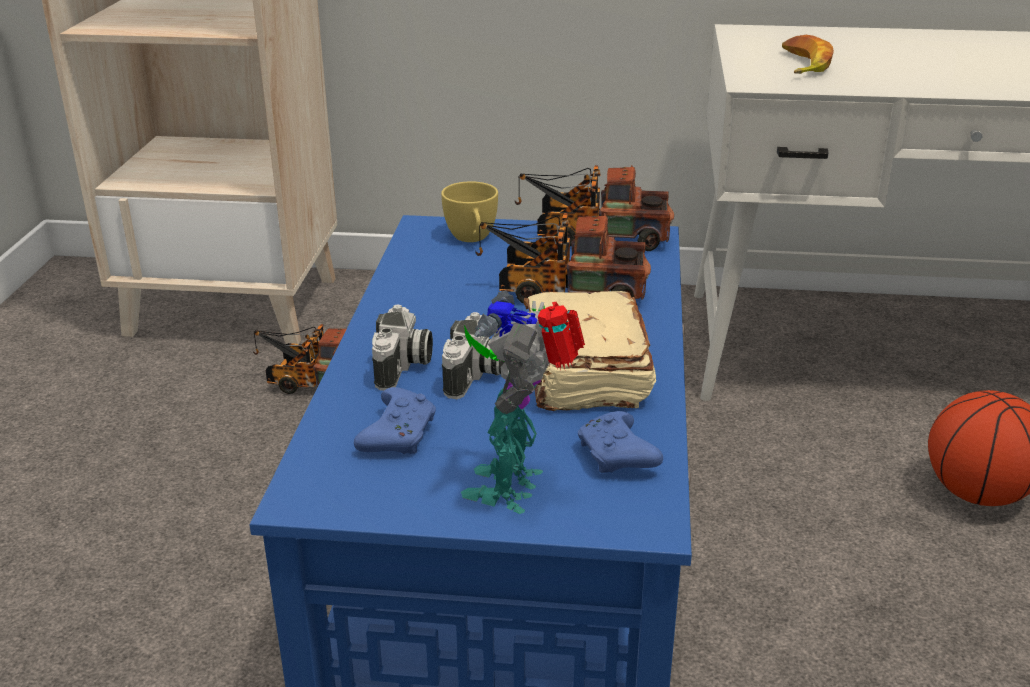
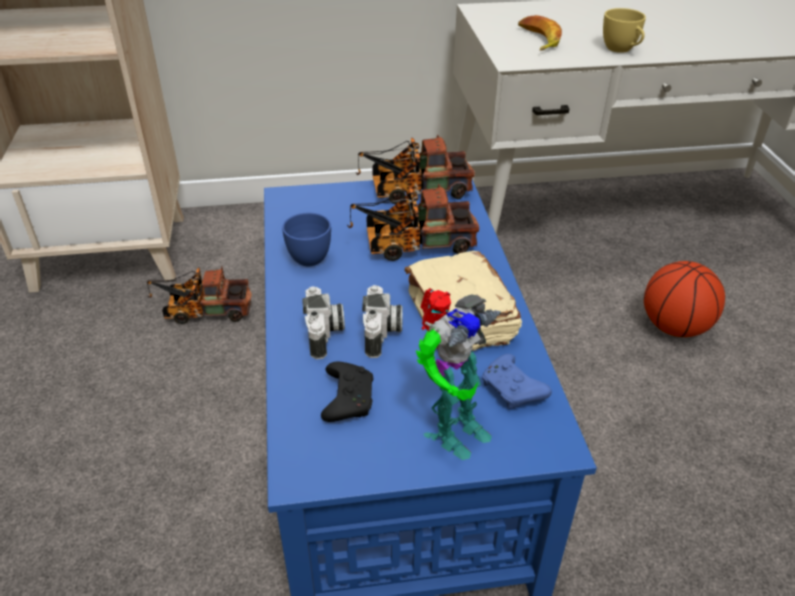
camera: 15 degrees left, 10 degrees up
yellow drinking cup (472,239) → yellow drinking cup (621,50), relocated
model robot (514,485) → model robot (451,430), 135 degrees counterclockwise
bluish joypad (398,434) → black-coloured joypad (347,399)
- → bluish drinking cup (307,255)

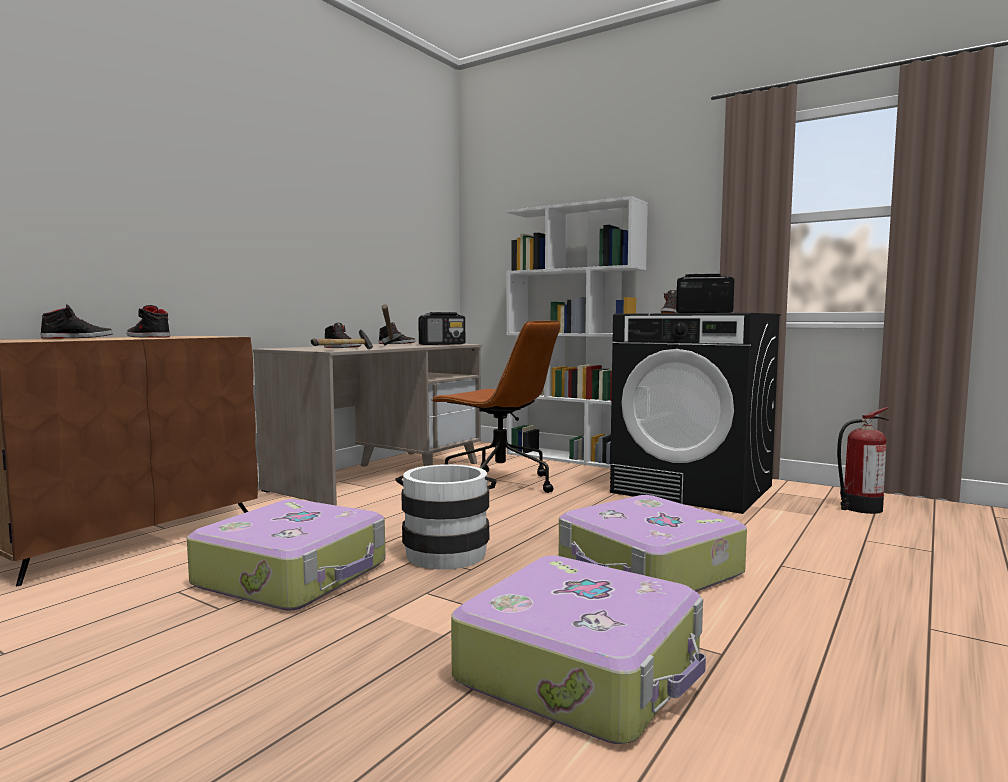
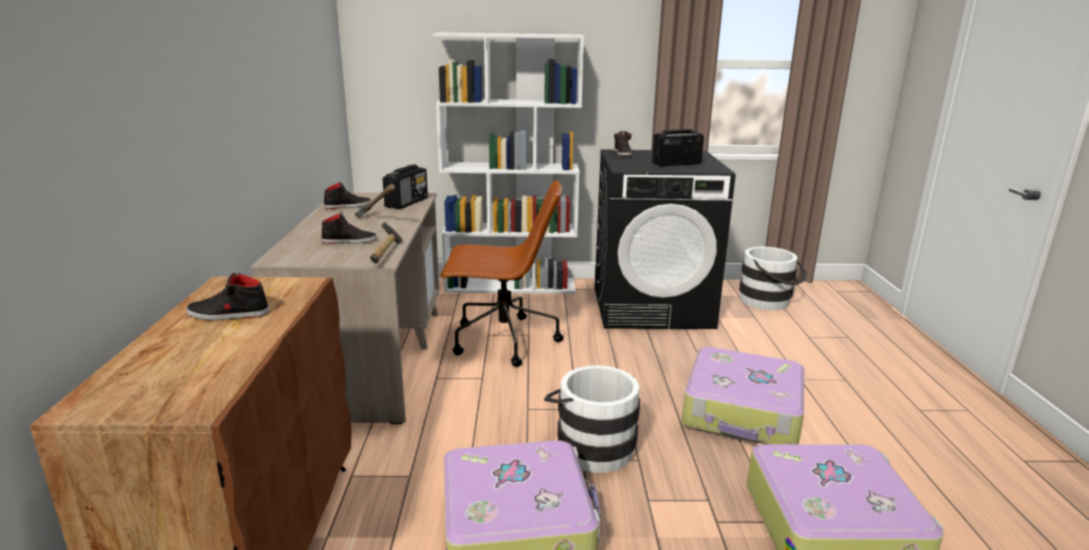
camera: 35 degrees left, 15 degrees up
black-coloured shoe (77,338) → -
fire-fighting cylinder (860,508) → whitish water bucket (769,302)

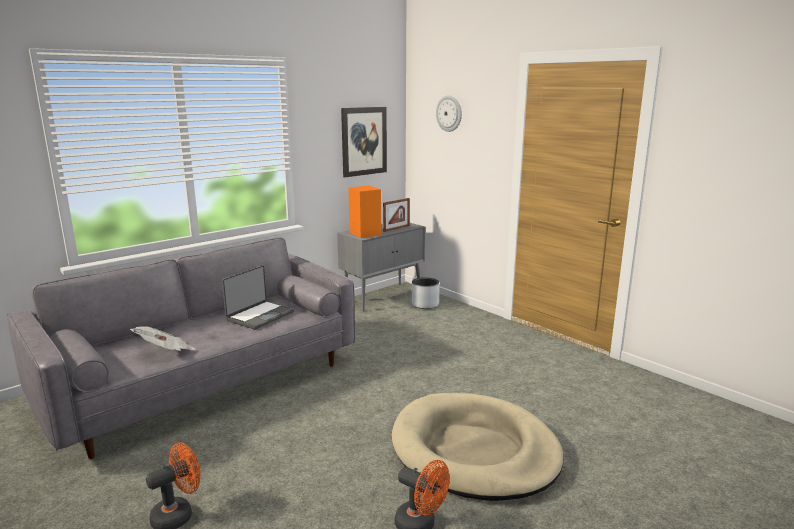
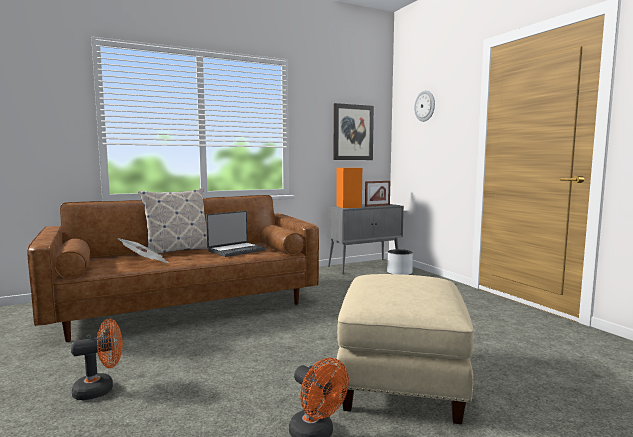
camera: 15 degrees right, 10 degrees down
gray settee (203,383) → brown-coloured settee (186,305)
beige dog cushion (474,450) → beige ottoman (402,380)
- → cushion (177,251)

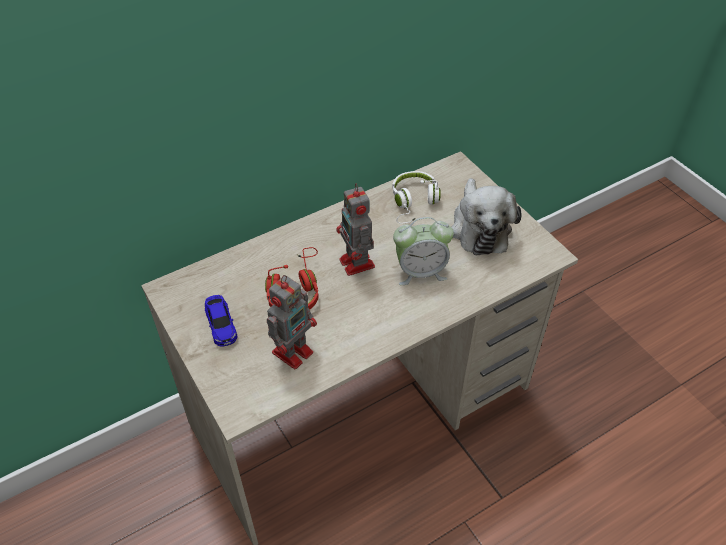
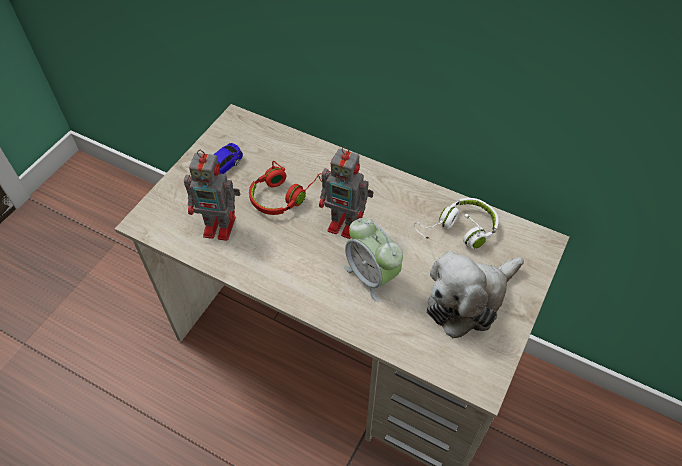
camera: 60 degrees right, 5 degrees up
model robot (357,264) → model robot (346,224), 105 degrees counterclockwise

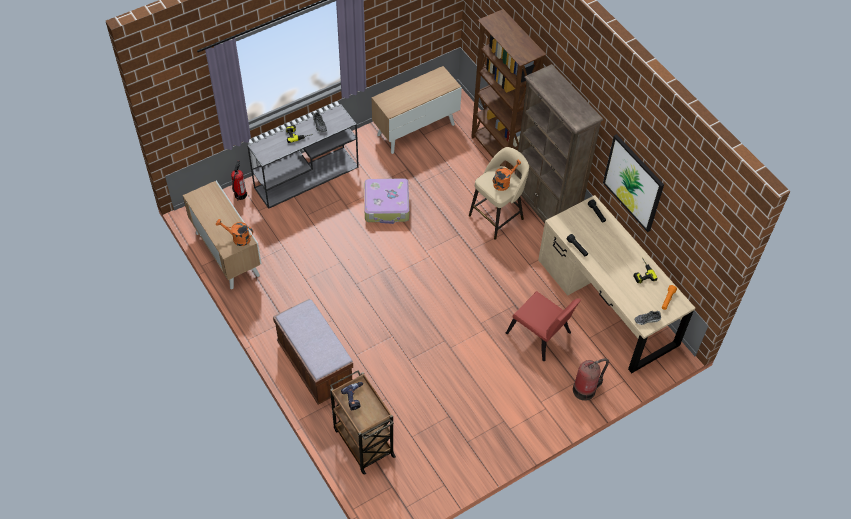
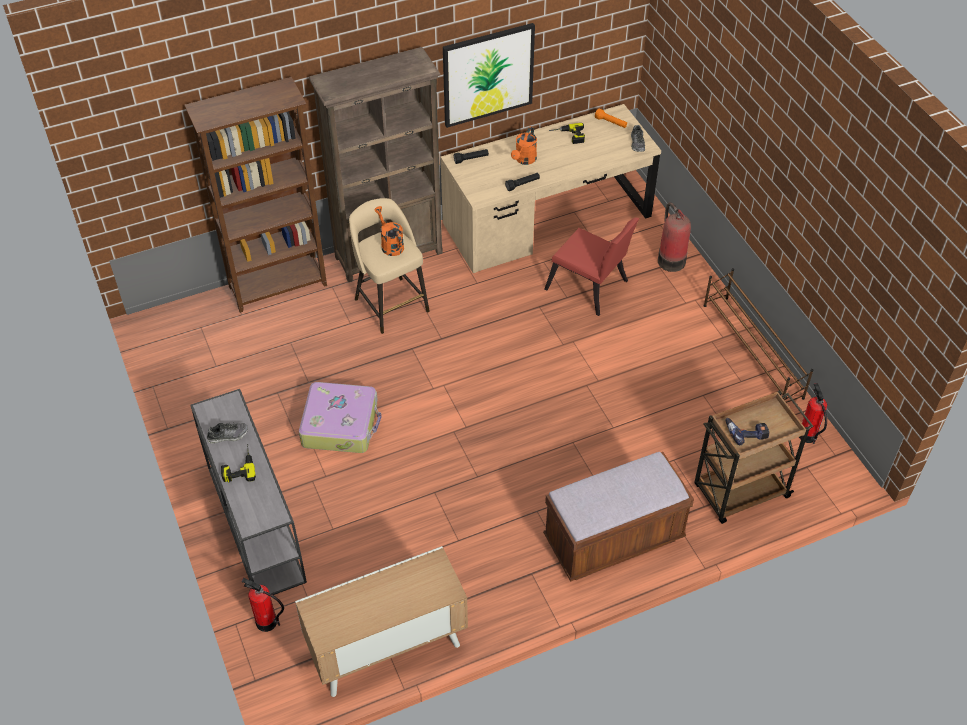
camera: 80 degrees left, 5 degrees down
cabinet (416,129) → -
orange watering pot (238,238) → orange watering pot (524,160), relocated
red-coloured plain chair (540,336) → red-coloured plain chair (590,288), 75 degrees clockwise
- → brown-coloured shoe shelf (752,351)
- → fire-fighting cylinder (807,435)

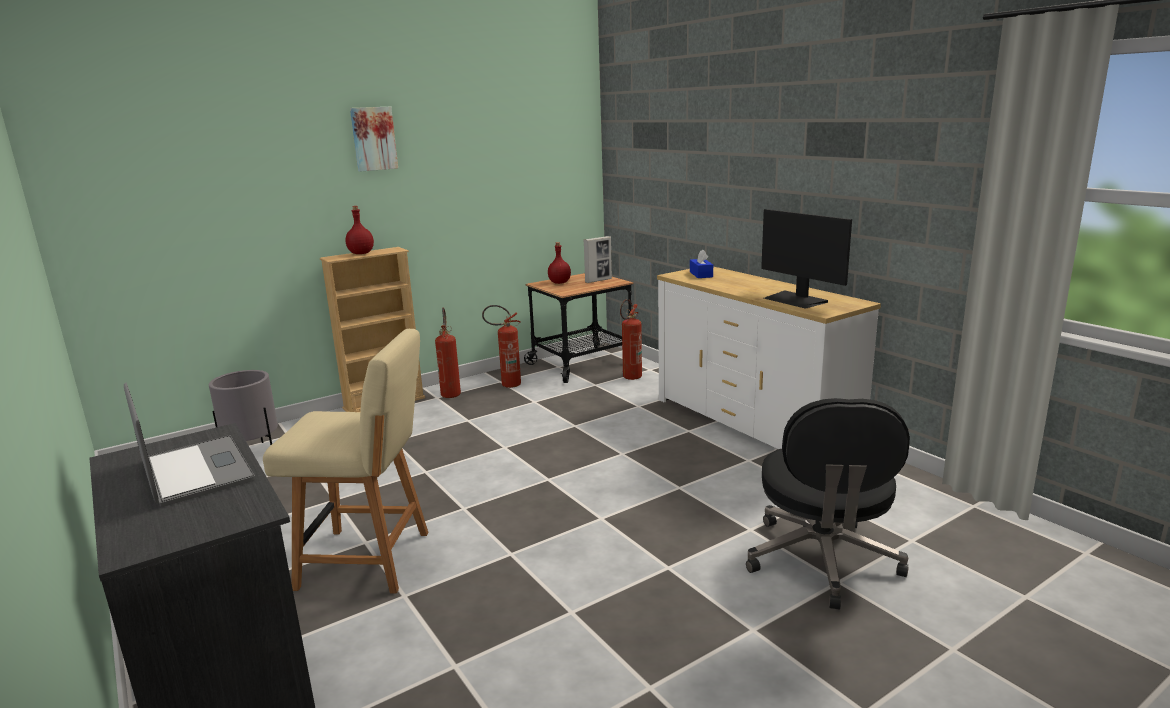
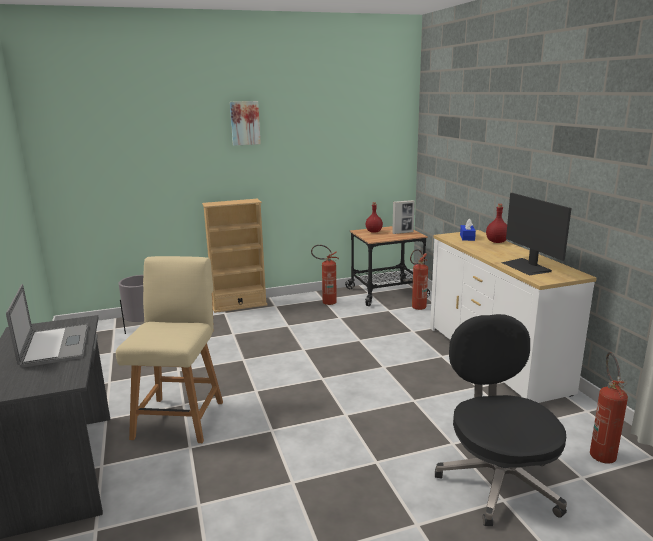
camera: 15 degrees right, 0 degrees up
red-coloured bottle (361,253) → red-coloured bottle (496,242), relocated
fire-fighting cylinder (451,393) → fire-fighting cylinder (600,452), relocated
beige plain chair (369,560) → beige plain chair (180,417), 105 degrees counterclockwise
black-coloured desk chair (822,561) → black-coloured desk chair (497,480), 150 degrees clockwise

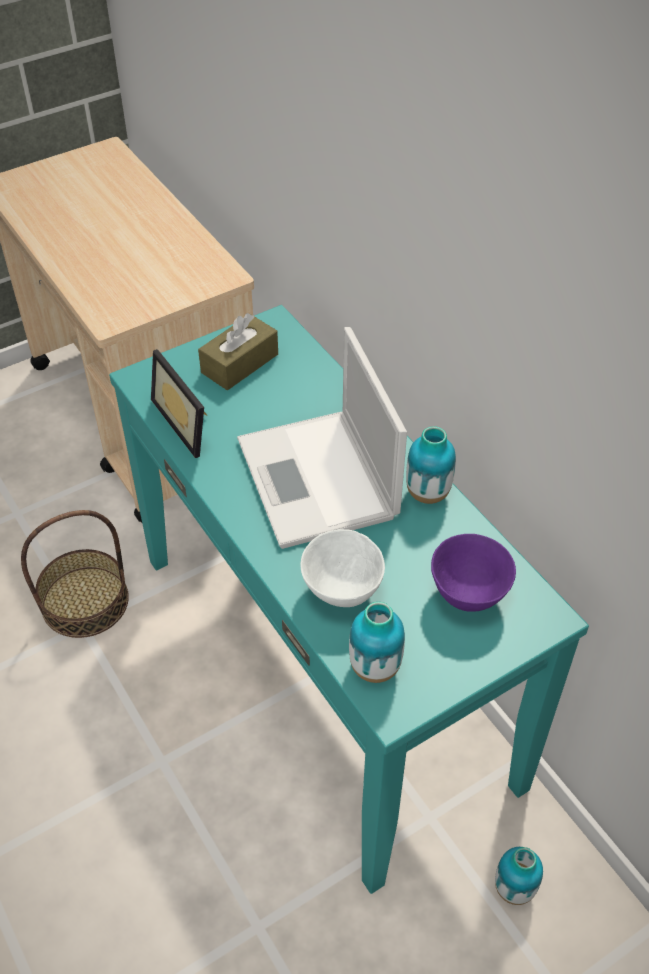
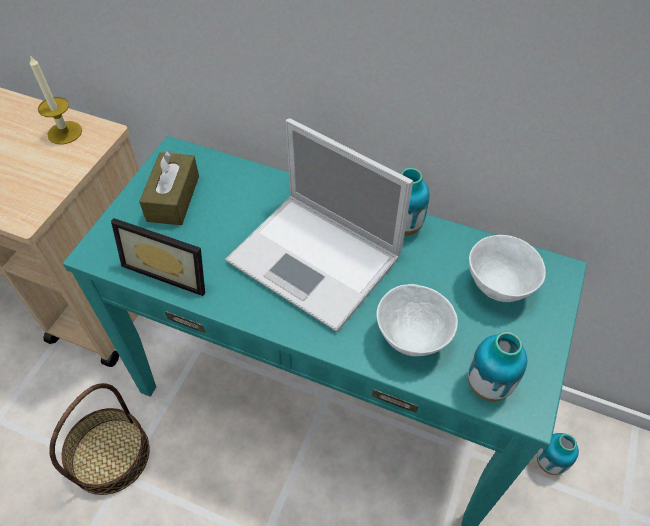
camera: 35 degrees left, 5 degrees up
purplish bowl (469,596) → whitish bowl (498,287)
- → candle (64,132)

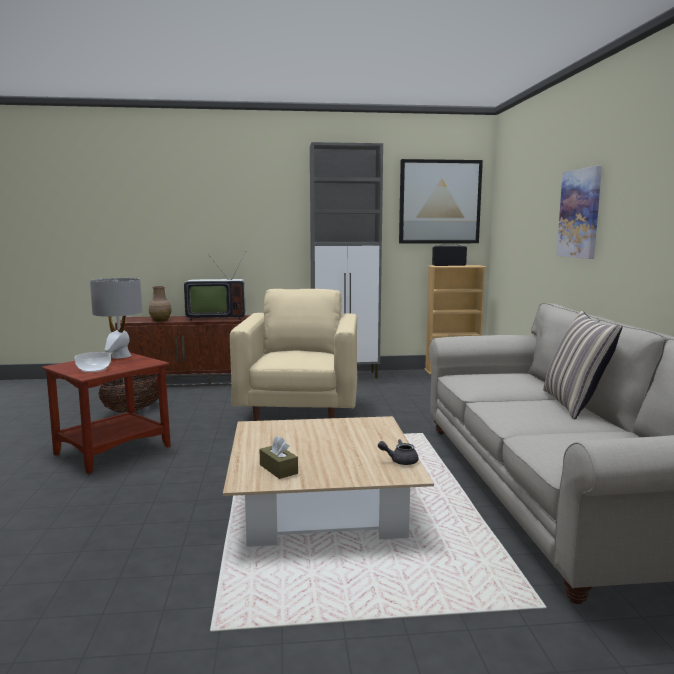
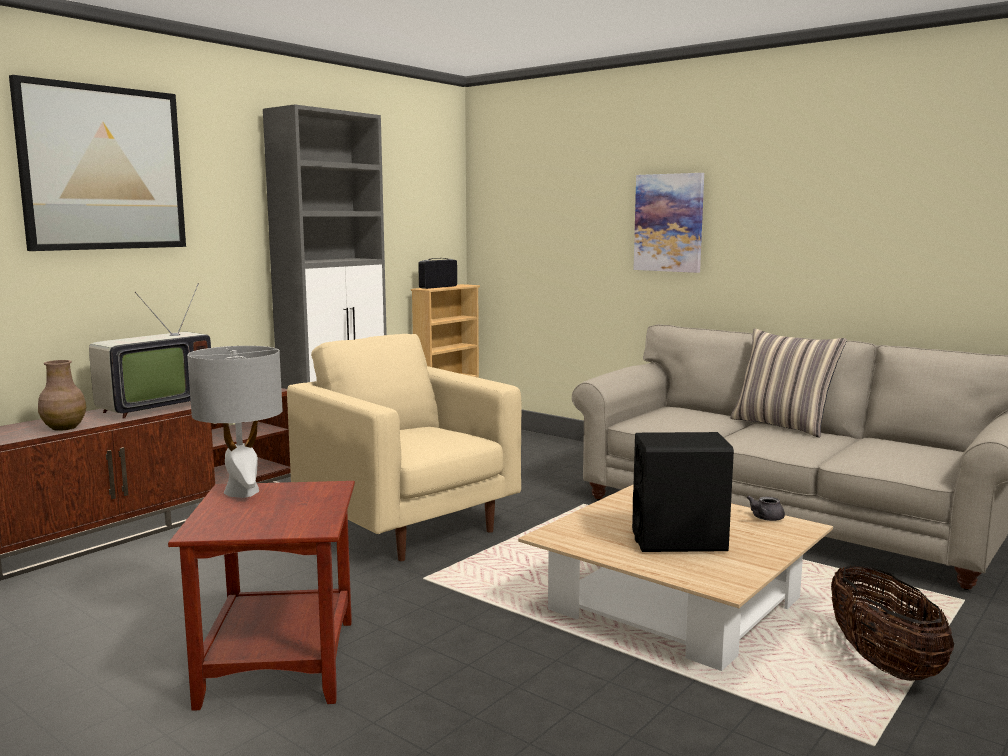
camera: 45 degrees left, 0 degrees up
picture (439,202) → picture (103,168), relocated
bowl (94,369) → -
household basket (134,410) → household basket (883,662), relocated
brown-coloured box of tissues (278,469) → -
- → black-coloured loudspeaker (679,541)

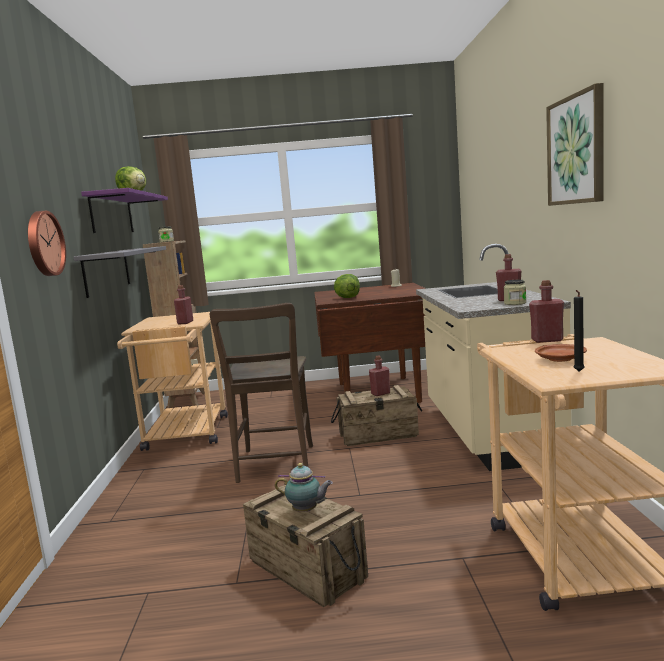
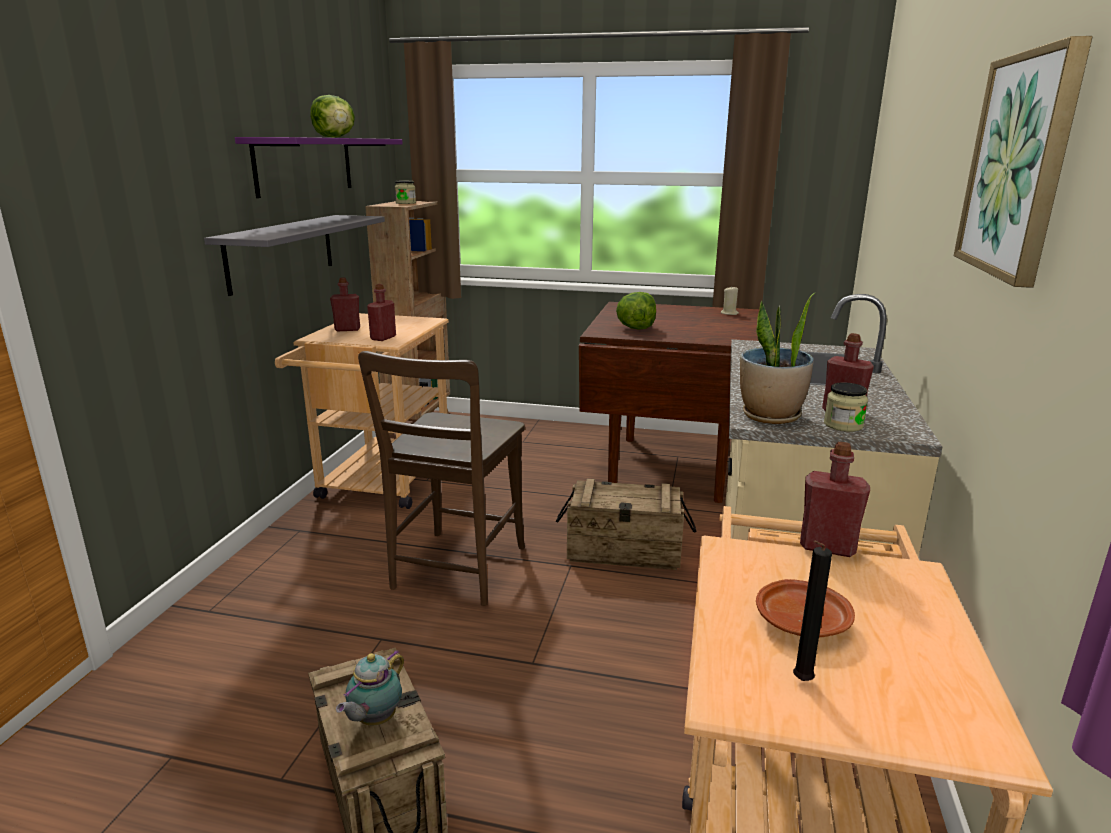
camera: 15 degrees right, 10 degrees up
wall clock (43,244) → -
red-coloured bottle (380,393) → red-coloured bottle (347,329), relocated
pot for tea (306,511) → pot for tea (374,720), 90 degrees clockwise
- → plant in a pot (770,416)

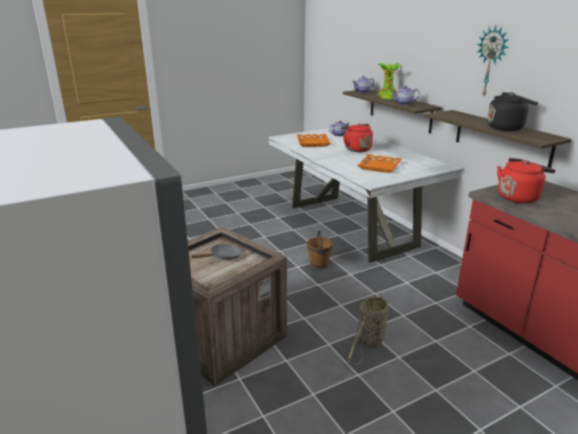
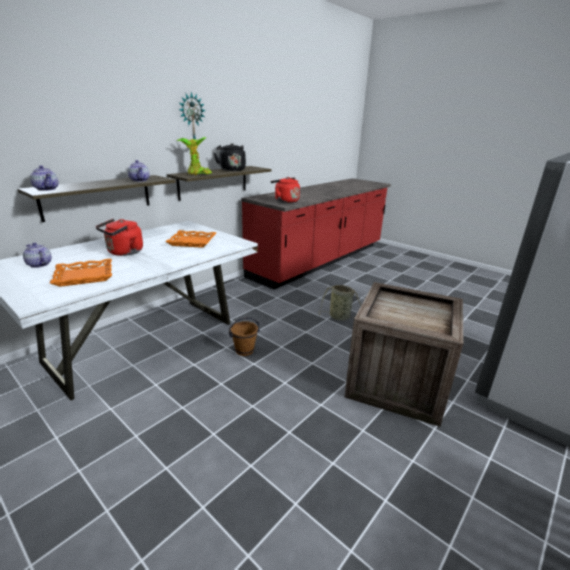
camera: 110 degrees left, 0 degrees up
plant in a pot (387,98) → plant in a pot (197,174), relocated
gray skillet (223,257) → -

